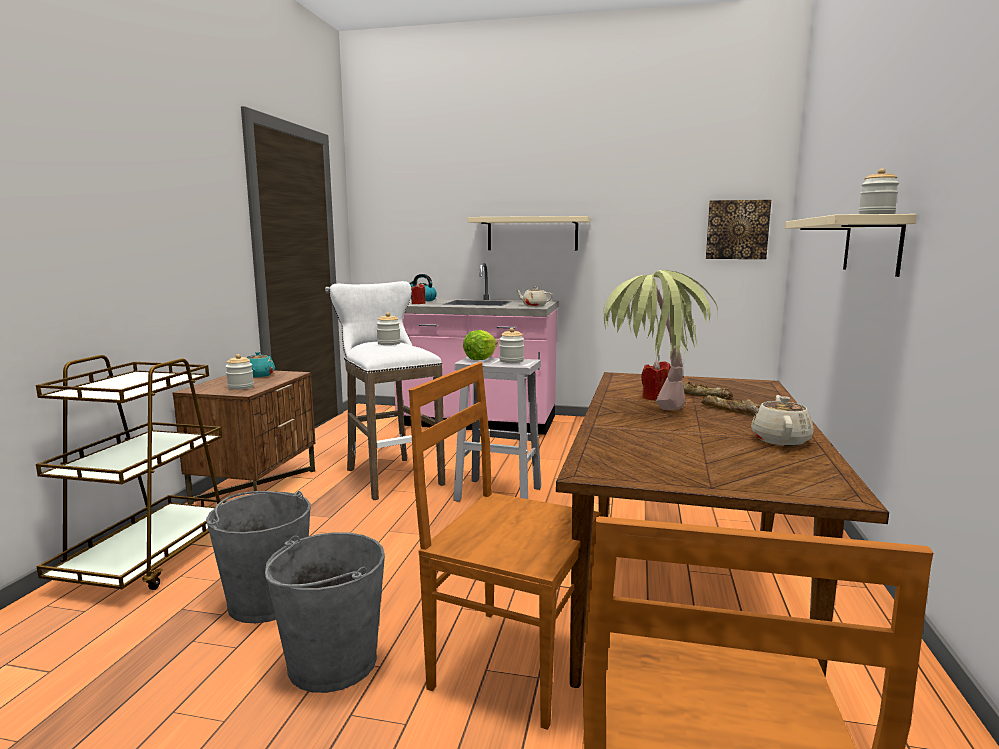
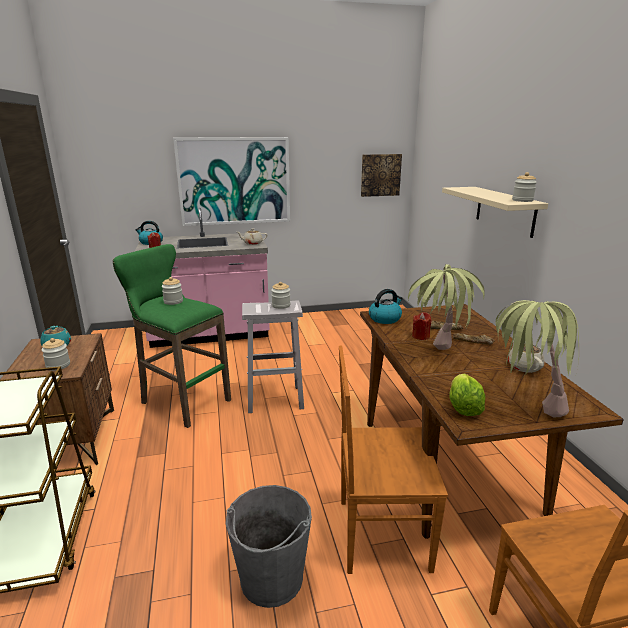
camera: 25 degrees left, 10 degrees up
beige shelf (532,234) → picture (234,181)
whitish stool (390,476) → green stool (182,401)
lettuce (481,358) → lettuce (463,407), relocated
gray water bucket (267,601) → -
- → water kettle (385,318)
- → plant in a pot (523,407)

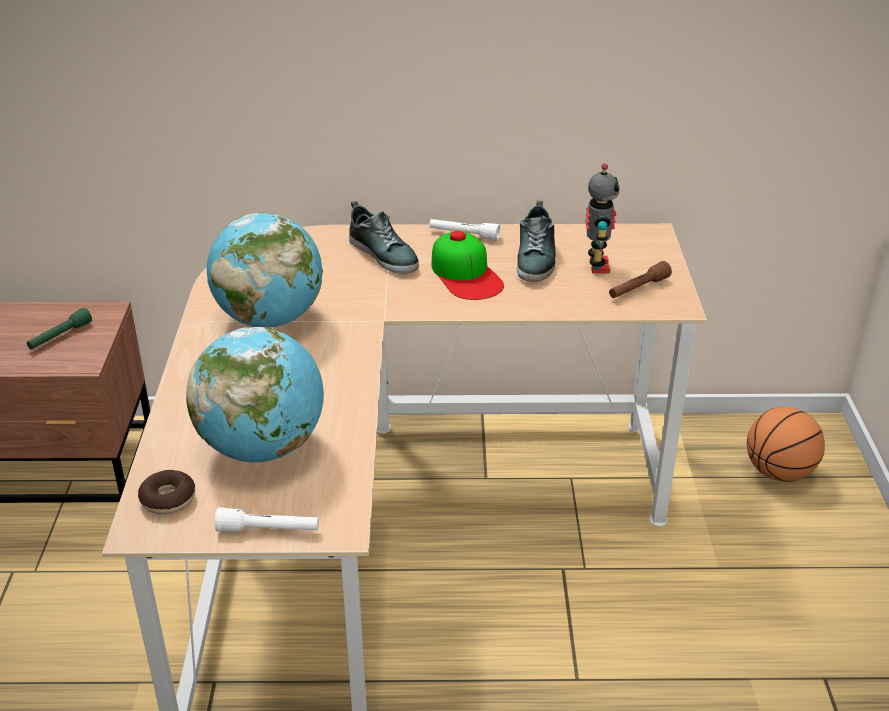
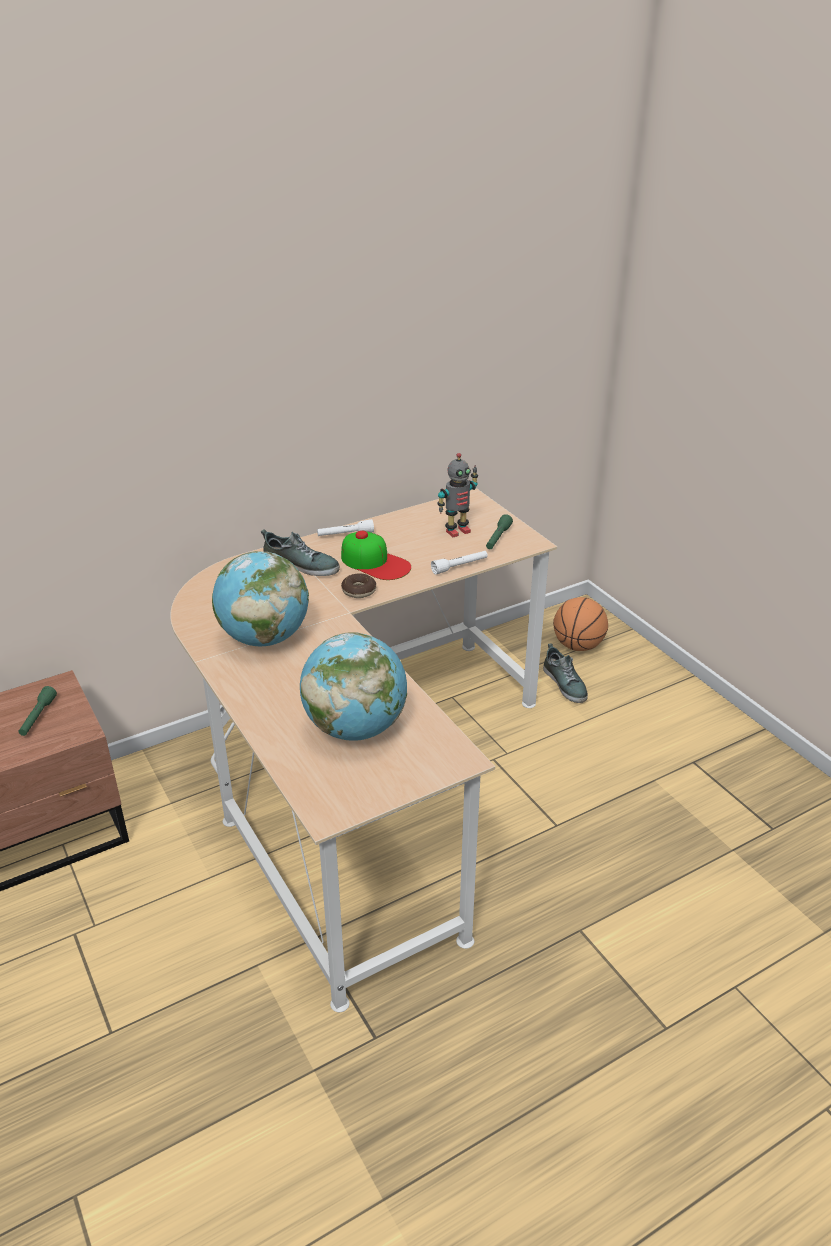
camera: 30 degrees left, 0 degrees up
model robot (596,266) → model robot (457,531), 90 degrees clockwise
shoe (536,259) → shoe (565,683), relocated
brown-coloured hand torch (638,288) → green hand torch (497,538)
doughnut (168,499) → doughnut (359,591), relocated
whitish hand torch (268,530) → whitish hand torch (460,566), relocated

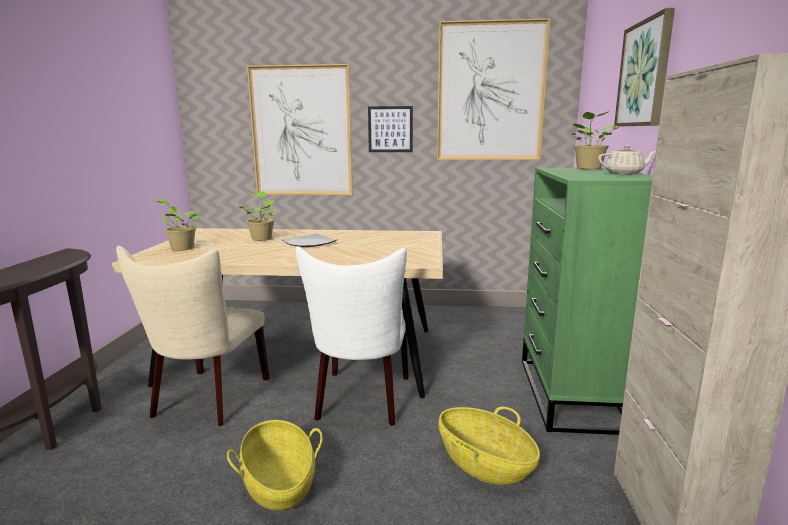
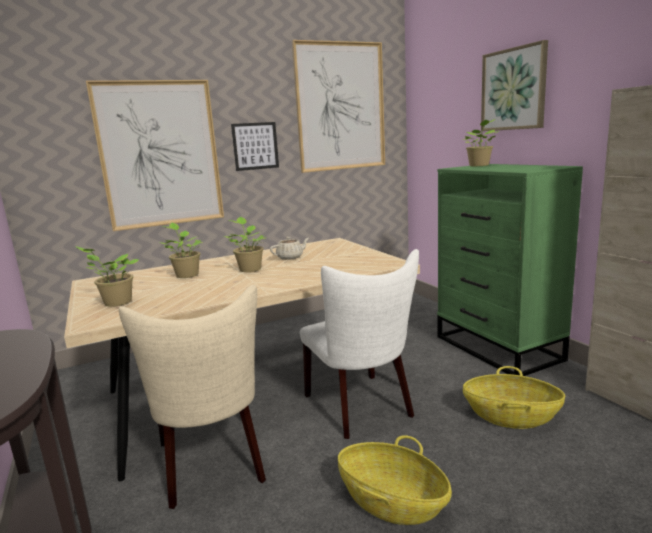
camera: 30 degrees left, 0 degrees up
beige pot for tea (624,173) → beige pot for tea (290,257), relocated
dinner plate (309,243) → plant in a pot (249,269)

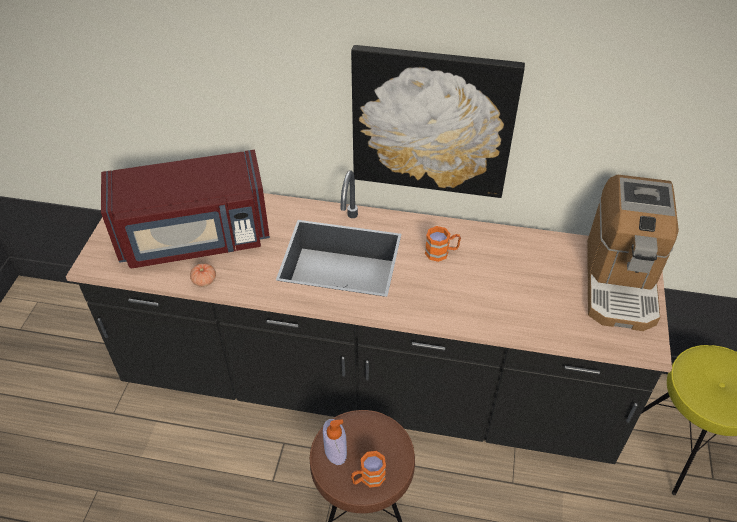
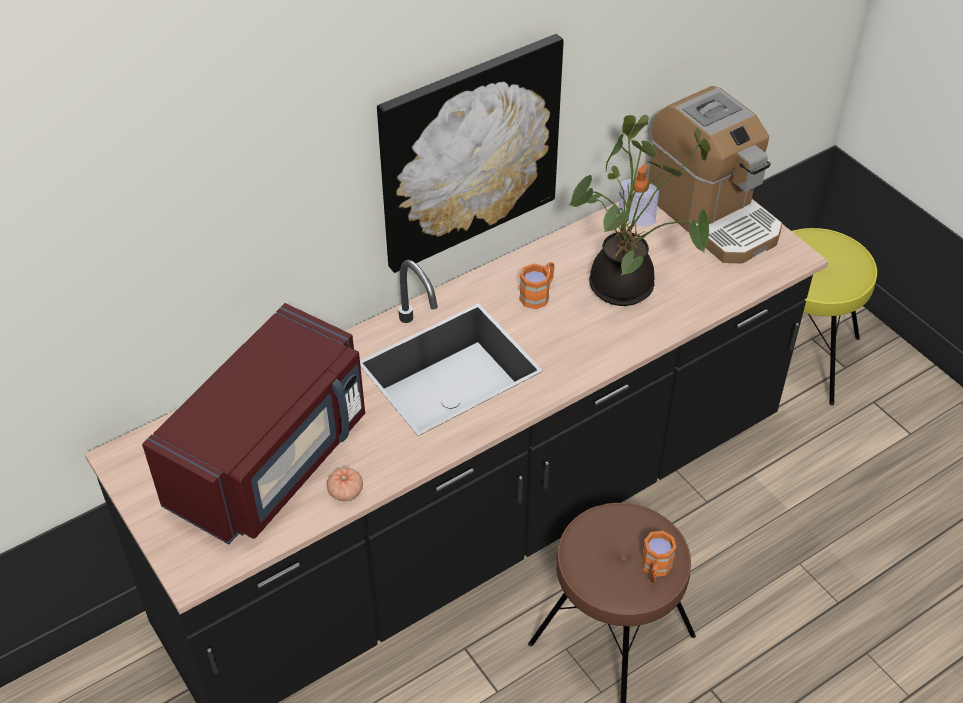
camera: 45 degrees left, 0 degrees up
liquid soap bottle (335,450) → liquid soap bottle (636,217), relocated
- → plant in a pot (627,288)

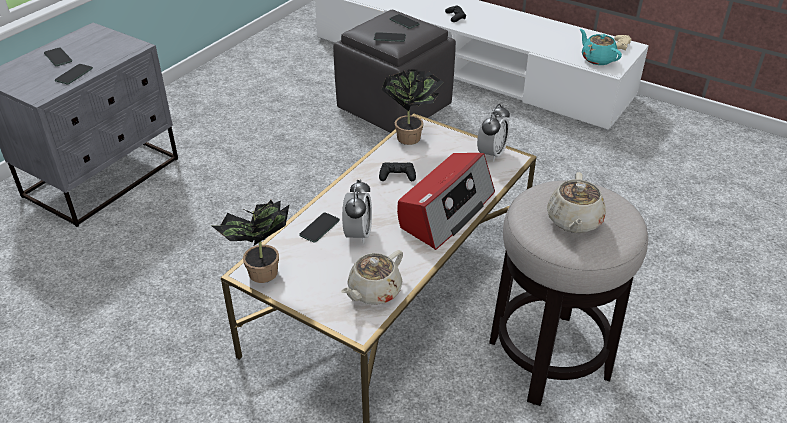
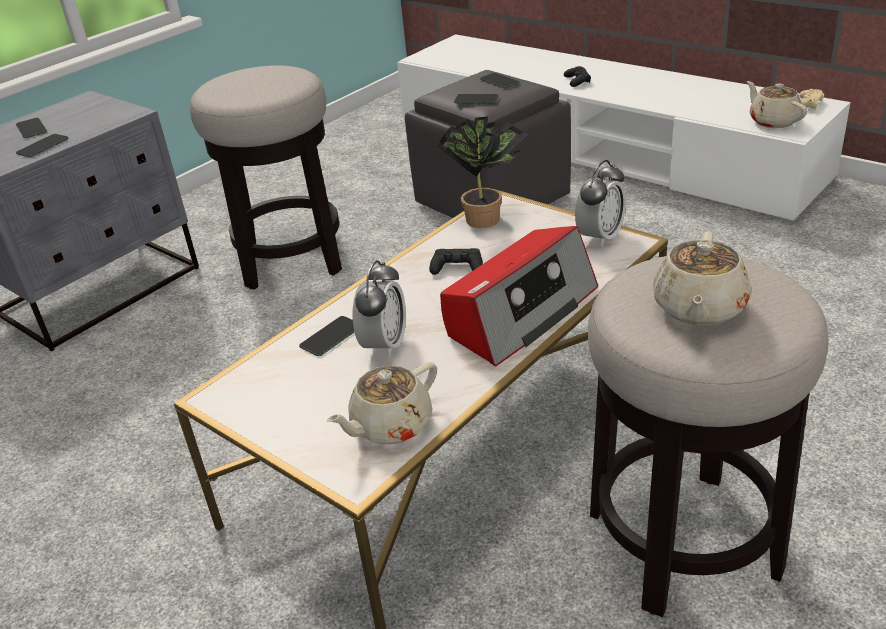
camera: 10 degrees right, 5 degrees down
blue-green pot for tea (597,59) → beige pot for tea (773,121)
plant in a pot (260,275) → -
- → stool (291,259)

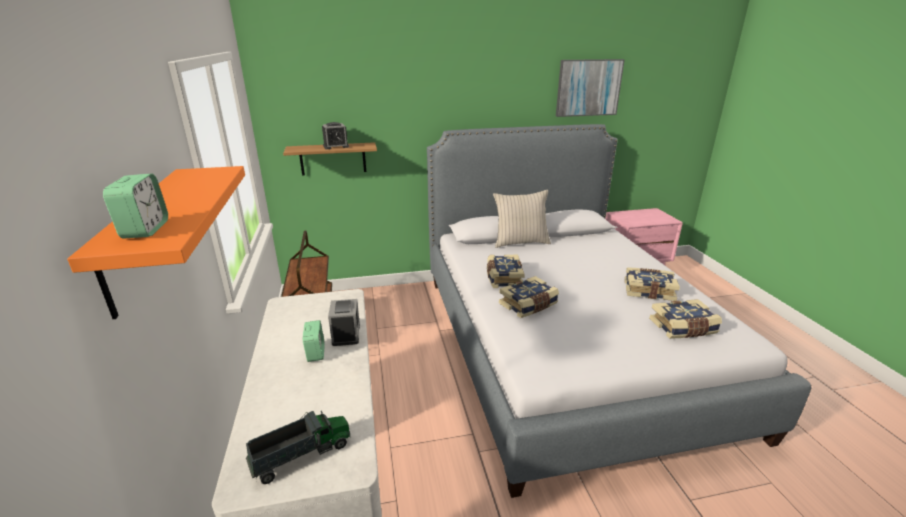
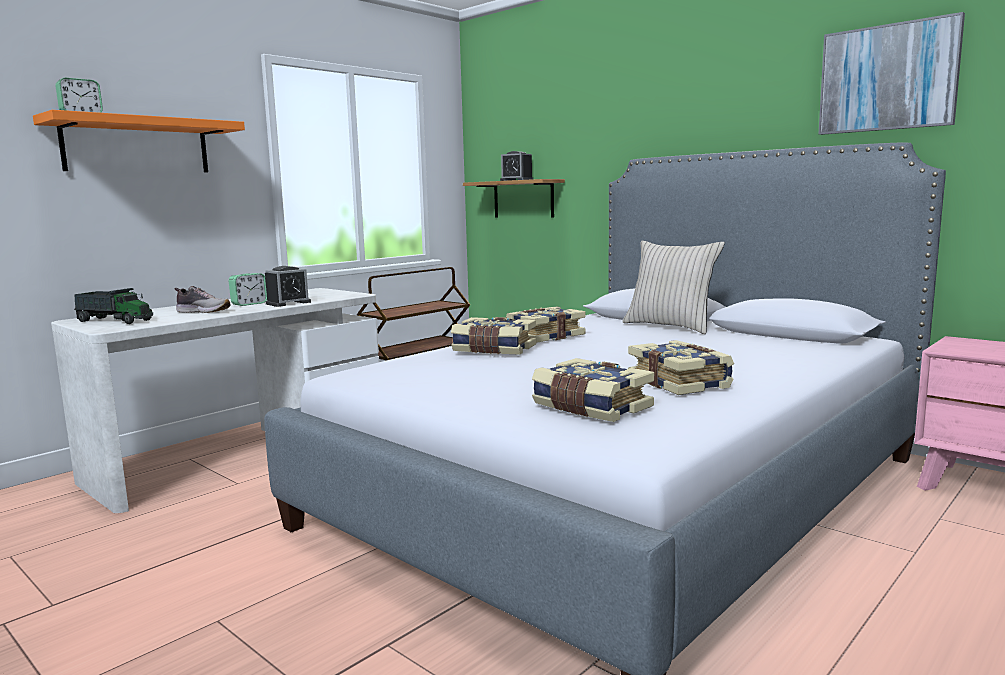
camera: 55 degrees right, 15 degrees down
- → shoe (203,311)

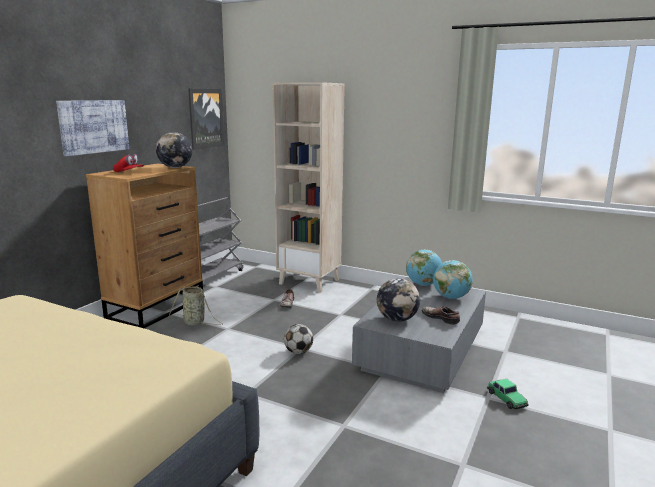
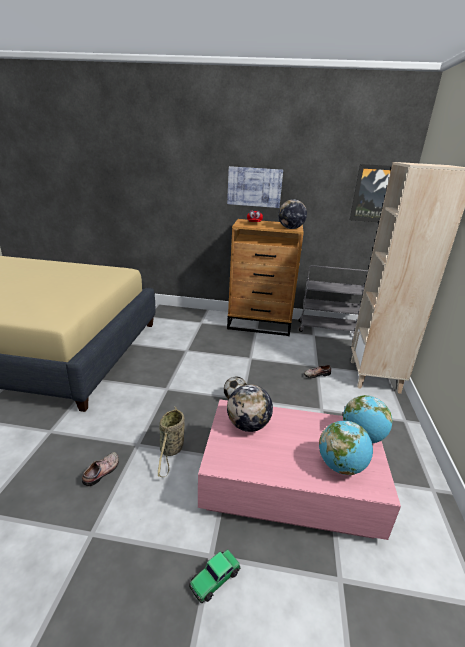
camera: 70 degrees right, 10 degrees up
gray lounge table (422,349) → pink lounge table (288,482)
household basket (195,323) → household basket (171,450), relocated
shoe (441,318) → shoe (102,472), relocated

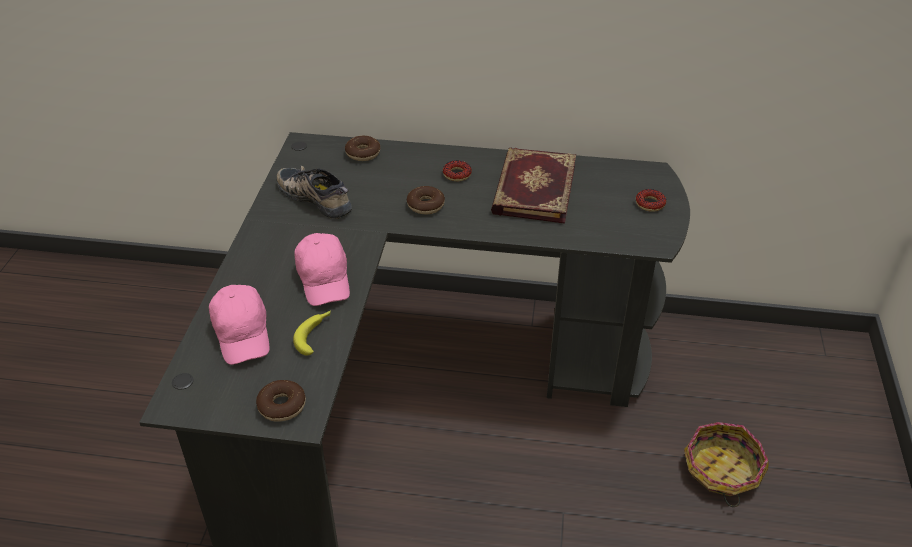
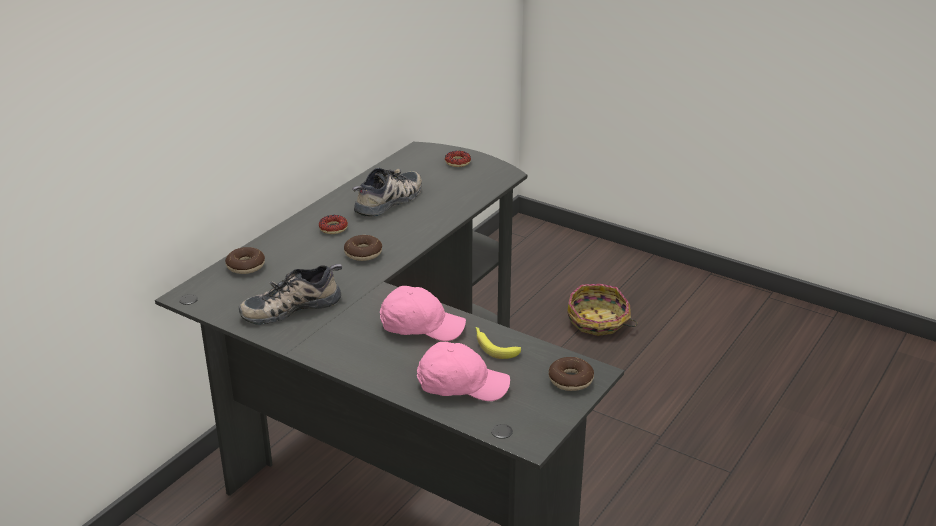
camera: 65 degrees left, 10 degrees down
book (532,188) → shoe (390,201)

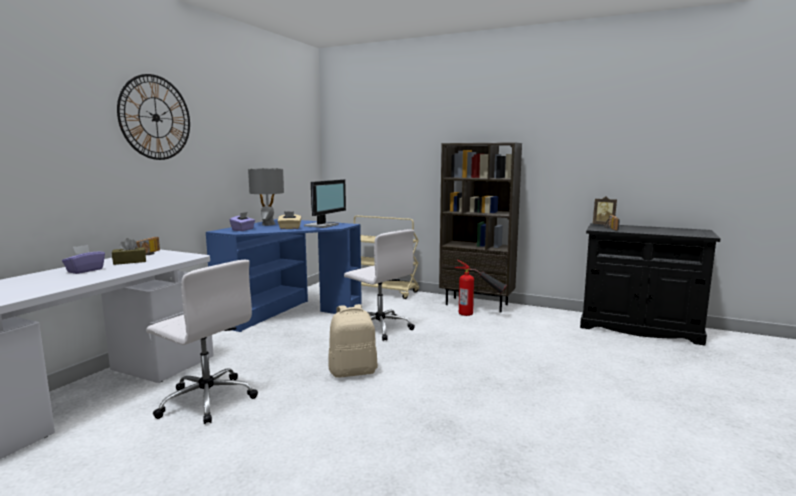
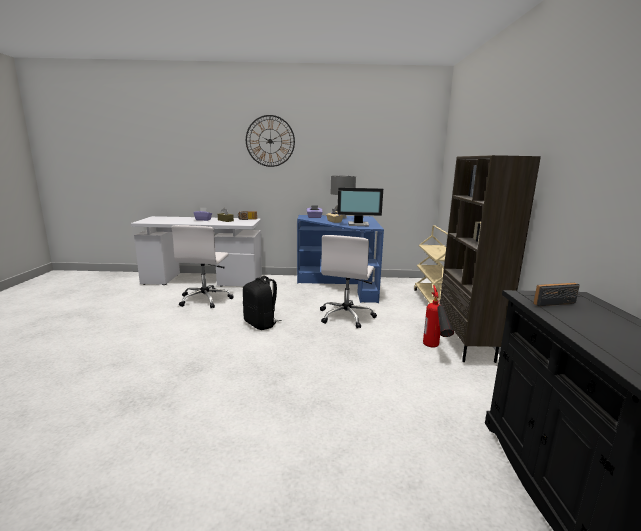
camera: 65 degrees right, 5 degrees up
standing frame (603,225) → -
beige backpack (353,371) → black-coloured backpack (261,324)

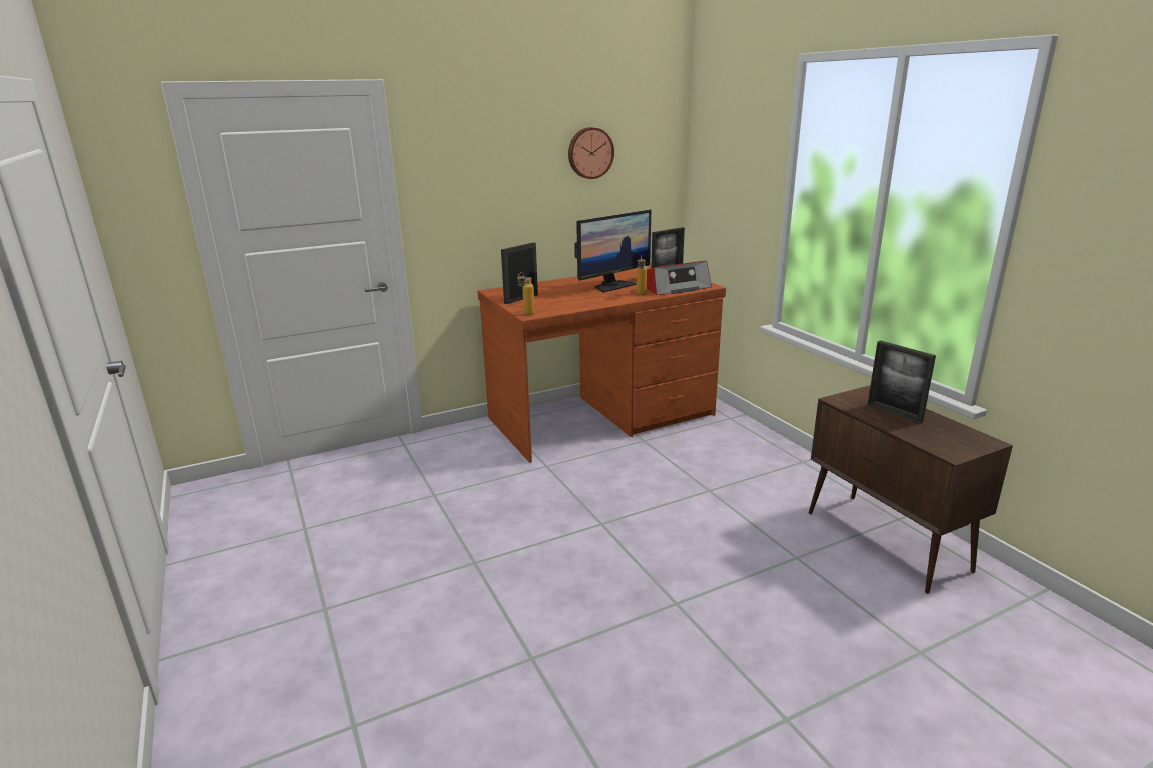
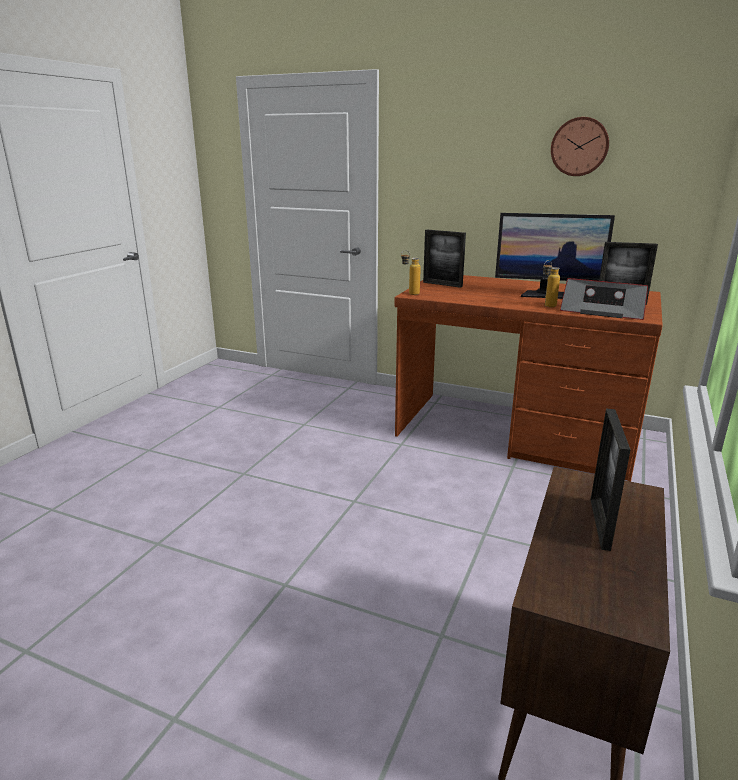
camera: 50 degrees right, 0 degrees up
standing frame (521,299) → standing frame (442,284), 150 degrees counterclockwise

